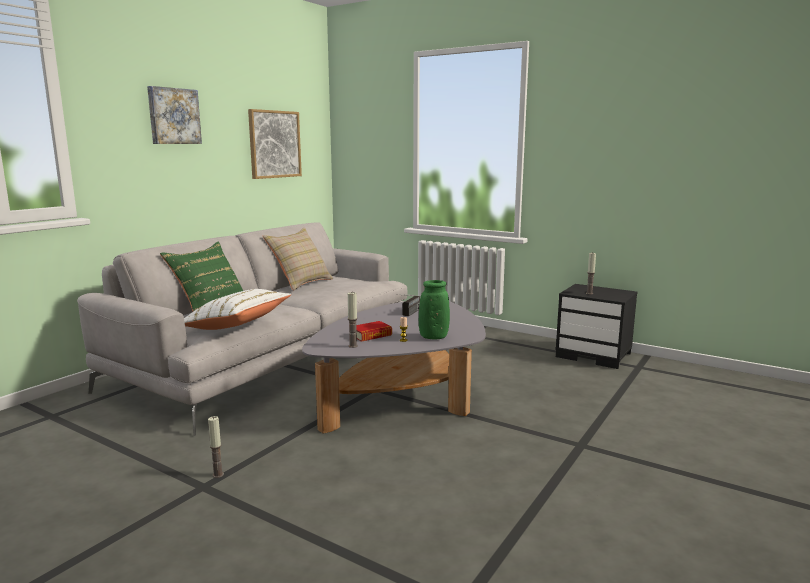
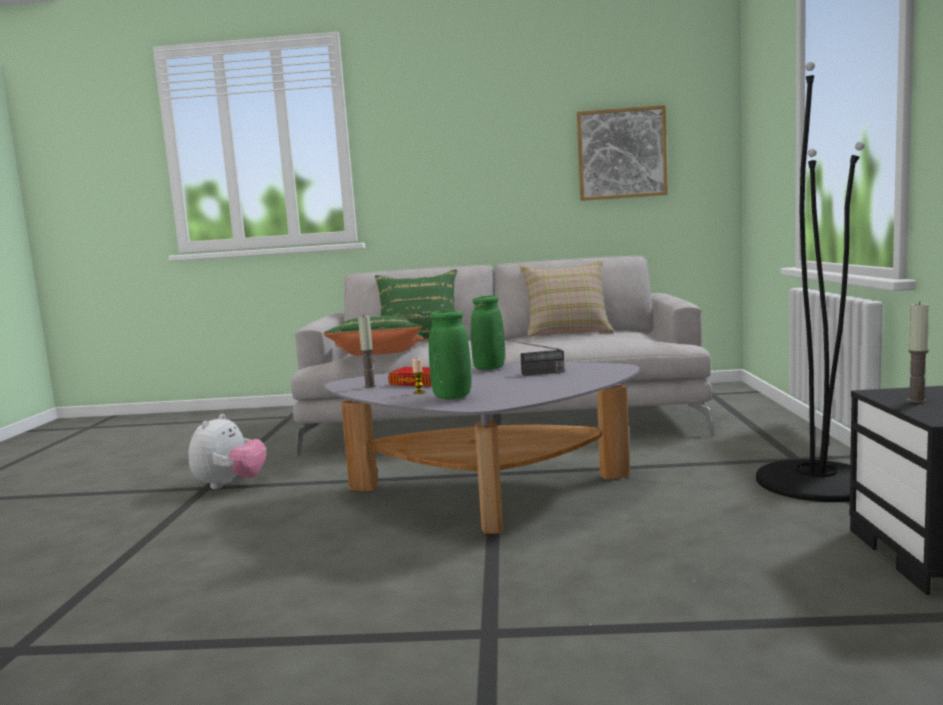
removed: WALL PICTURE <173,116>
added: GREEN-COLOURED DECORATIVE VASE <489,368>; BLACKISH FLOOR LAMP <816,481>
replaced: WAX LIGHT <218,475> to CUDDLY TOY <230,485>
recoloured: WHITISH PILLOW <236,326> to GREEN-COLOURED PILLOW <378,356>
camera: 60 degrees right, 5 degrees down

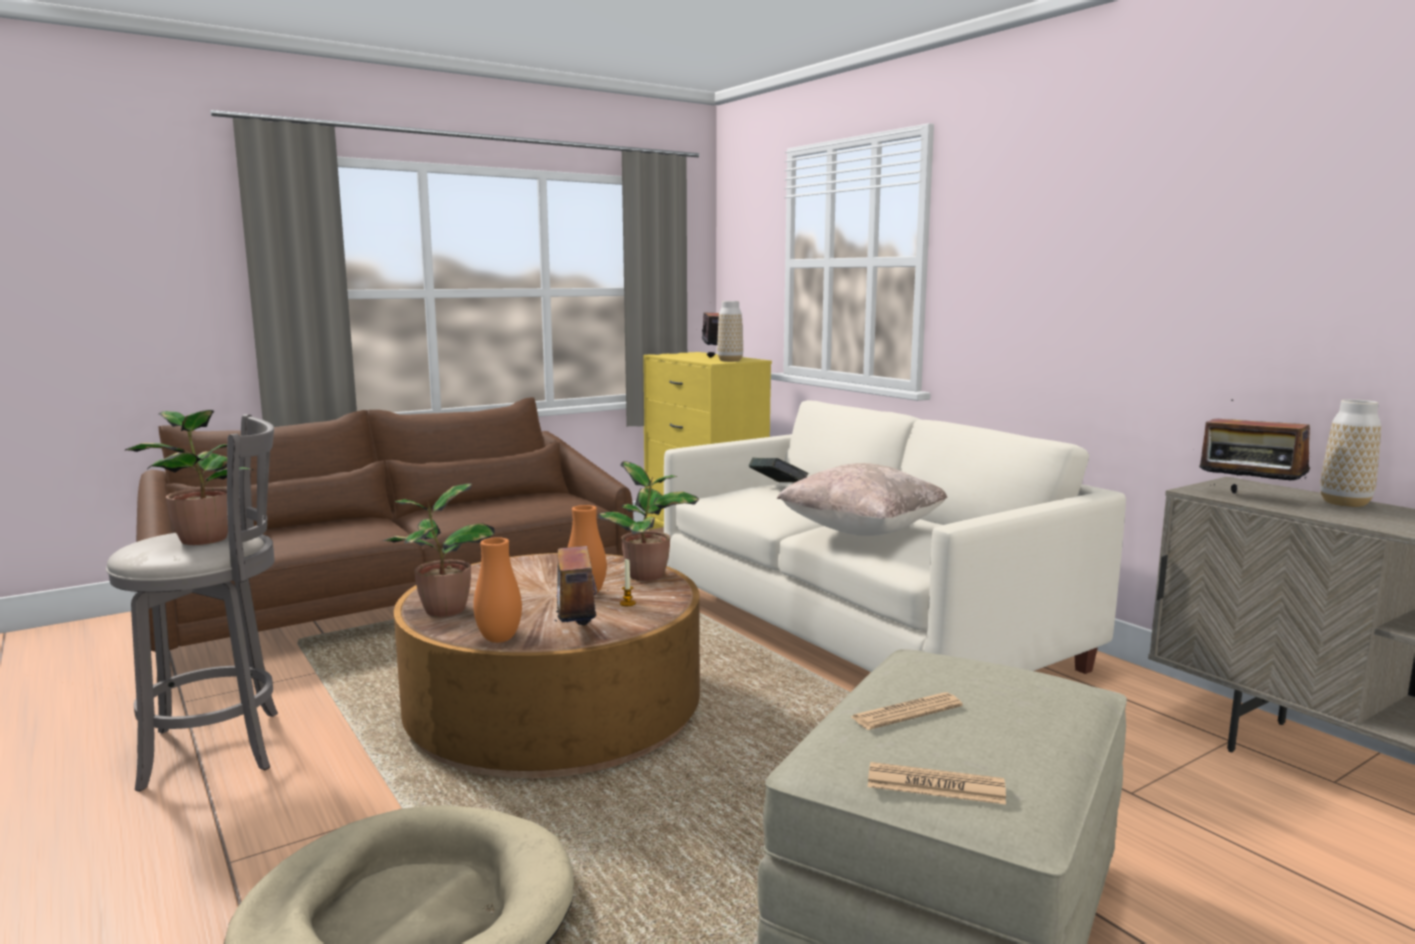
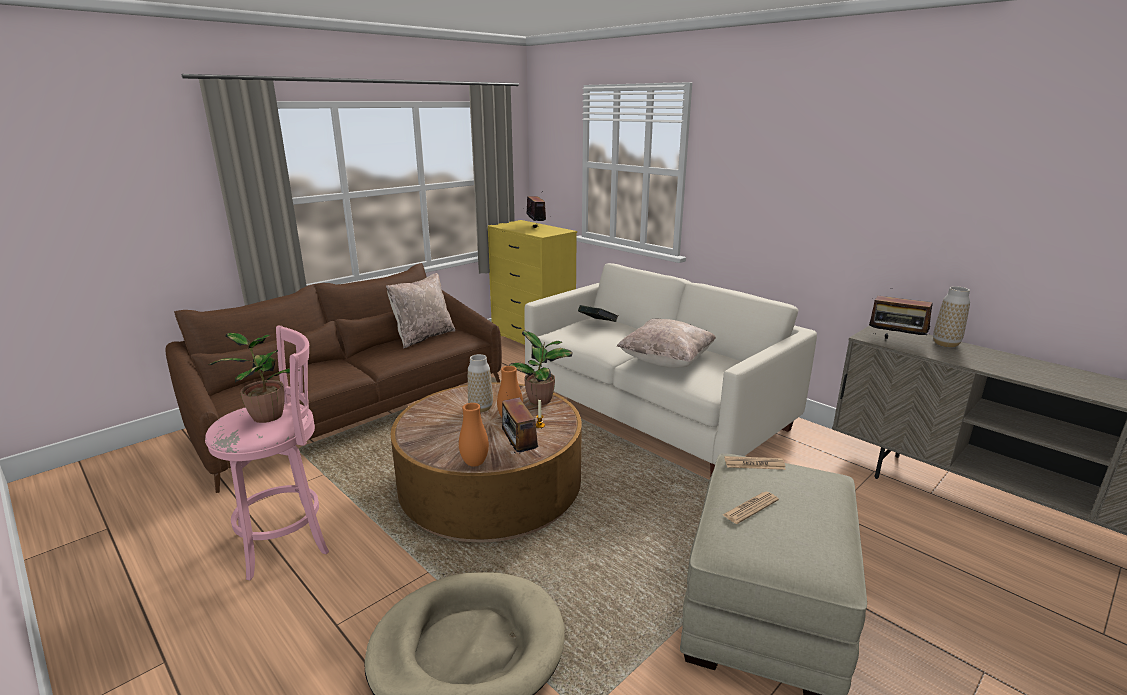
removed: HOUSEPLANT <442,610>
added: BEIGE PILLOW <423,337>
moved: DECORATIVE VASE <730,360> to <481,408>; NEWSPAPER <935,785> to <754,464>
recoloured: GRAY SITTING STOOL <222,747> to PINK SITTING STOOL <289,540>
camera: 10 degrees left, 10 degrees up

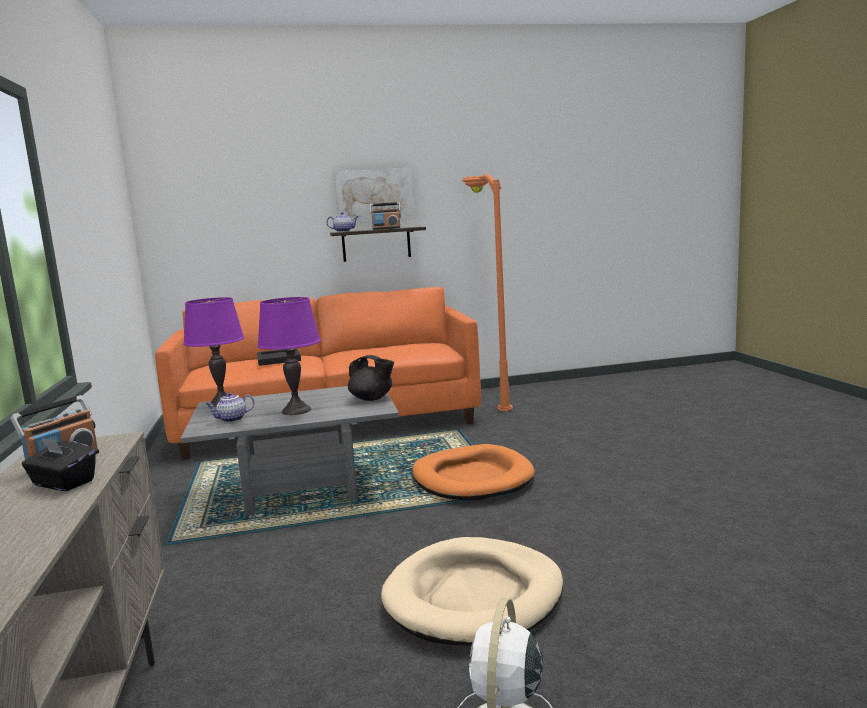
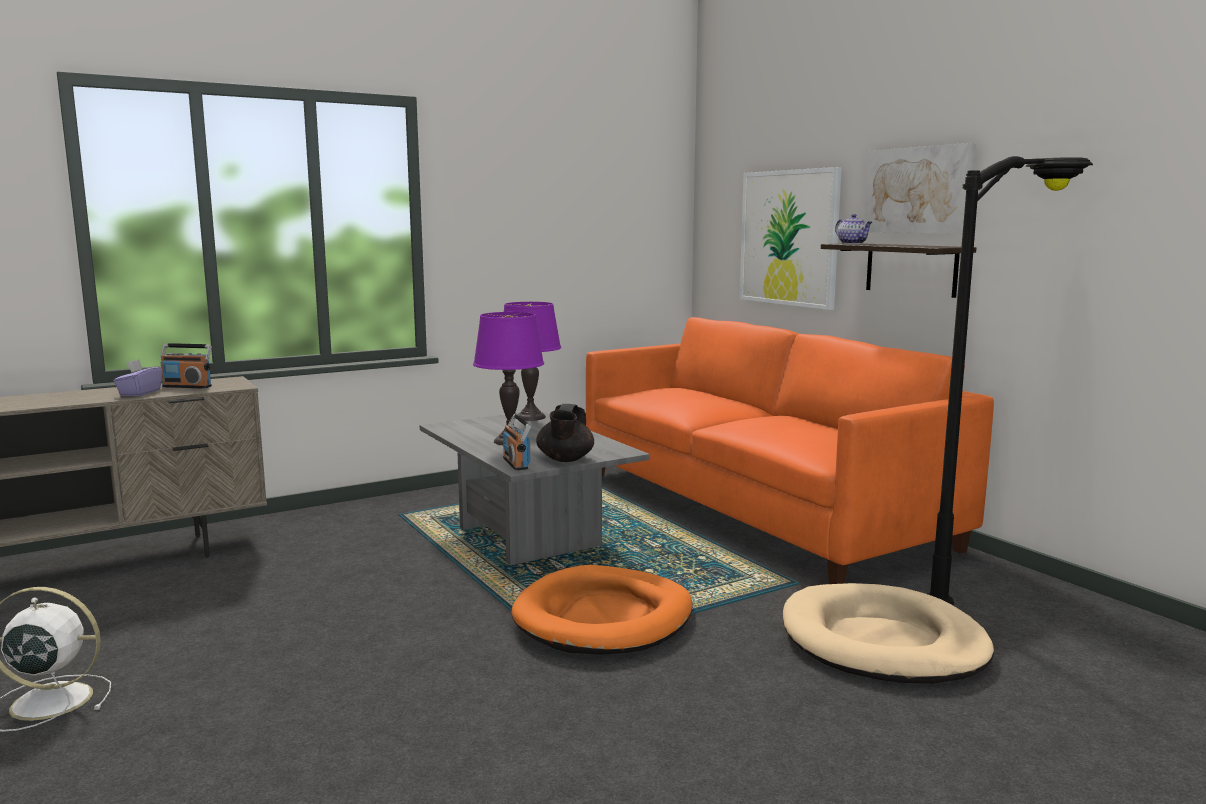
removed: TEAPOT <231,419>; BLACKISH TRAY <278,359>
added: WALL PICTURE <789,238>
moved: RADIO <386,228> to <516,463>; BEIGE PET BED <474,596> to <882,642>
recoloured: BLACKISH BOX OF TISSUES <63,483> to PURPLE-COLOURED BOX OF TISSUES <139,393>; ORANGE FLOOR LAMP <491,397> to BLACKISH FLOOR LAMP <996,585>
camera: 70 degrees right, 0 degrees up

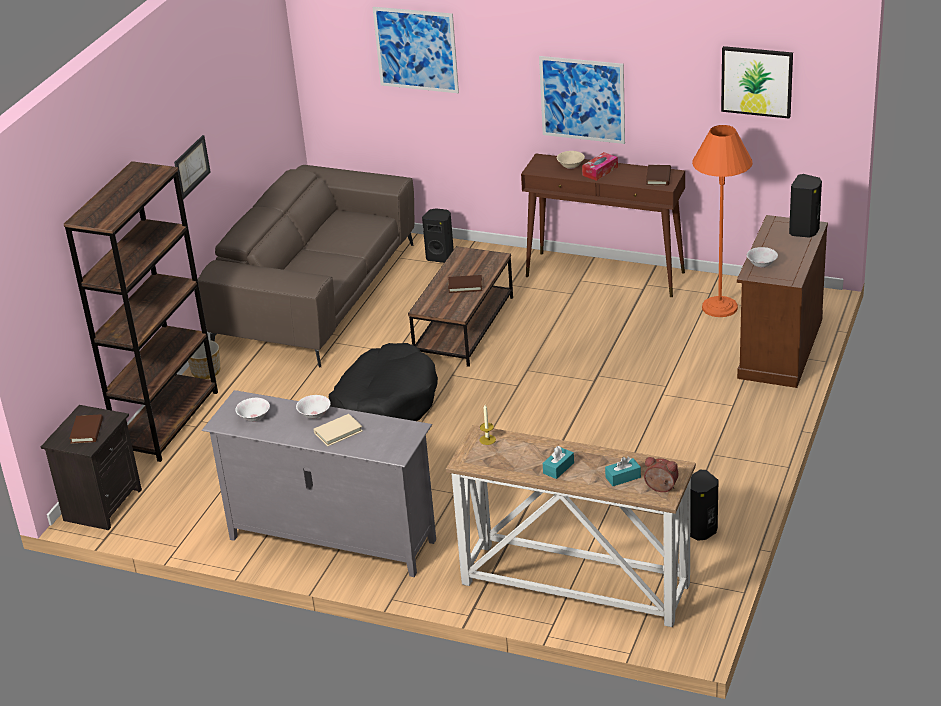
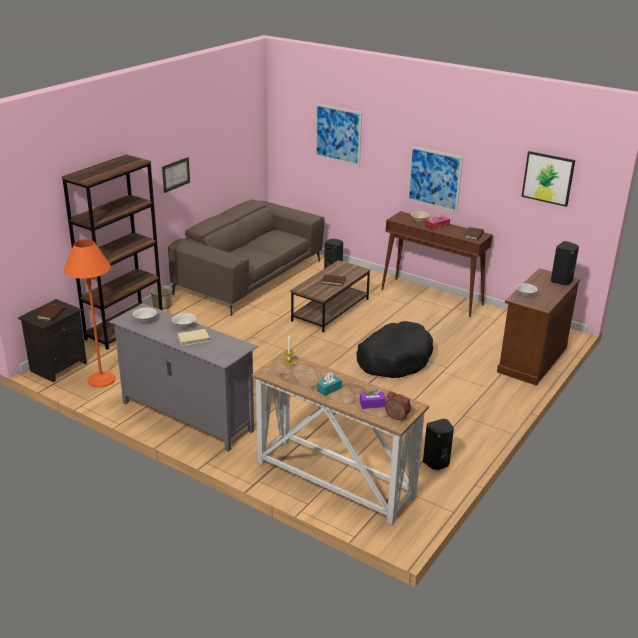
moved: BLACKISH PET BED <384,404> to <394,359>; ORANGE FLOOR LAMP <720,307> to <101,380>
recoloured: BLUE-GREEN BOX OF TISSUES <623,477> to PURPLE-COLOURED BOX OF TISSUES <372,404>
camera: 10 degrees right, 5 degrees down

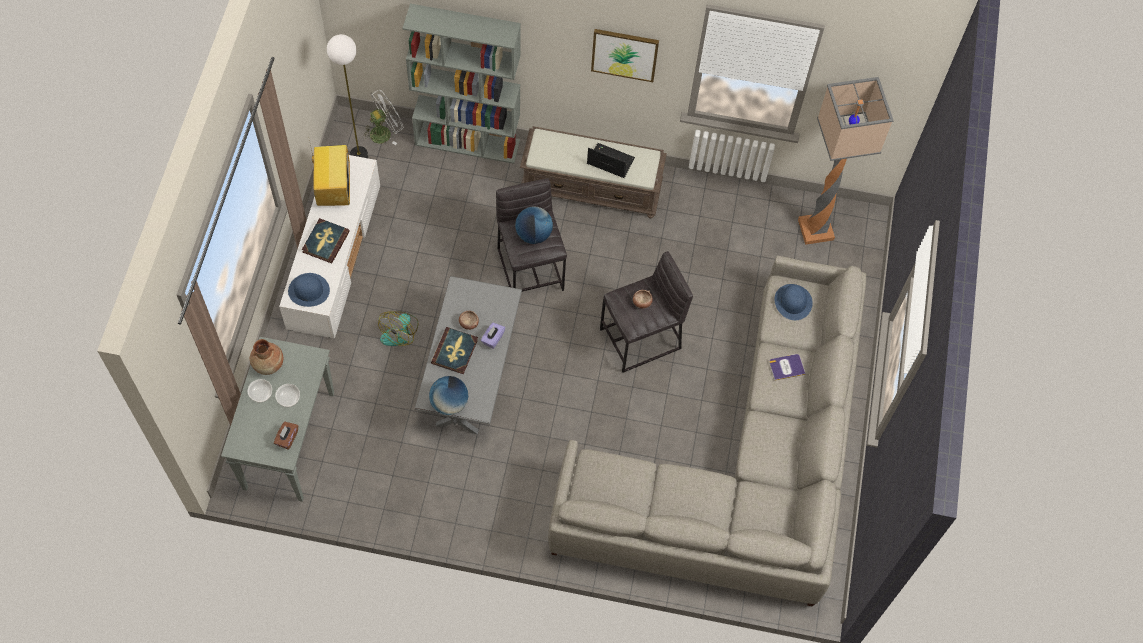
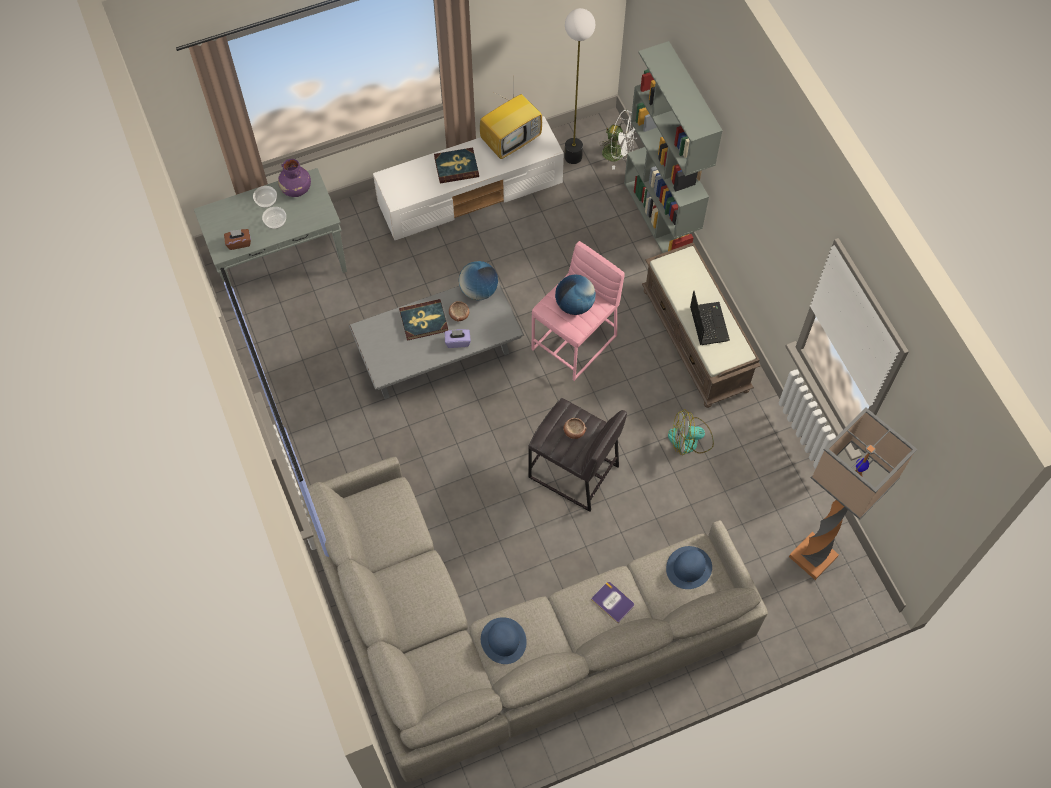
removed: WALL PICTURE <624,54>
moved: BLUISH WEARABLE HAT <309,290> to <503,640>; COOLING FAN <400,331> to <690,440>; WORLD GLOBE <449,403> to <479,290>
recoloured: BROWN DECORATIVE VASE <269,364> to PURPLE-COLOURED DECORATIVE VASE <296,189>; GRAY SITTING STOOL <531,268> to PINK SITTING STOOL <575,342>
camera: 60 degrees right, 0 degrees up

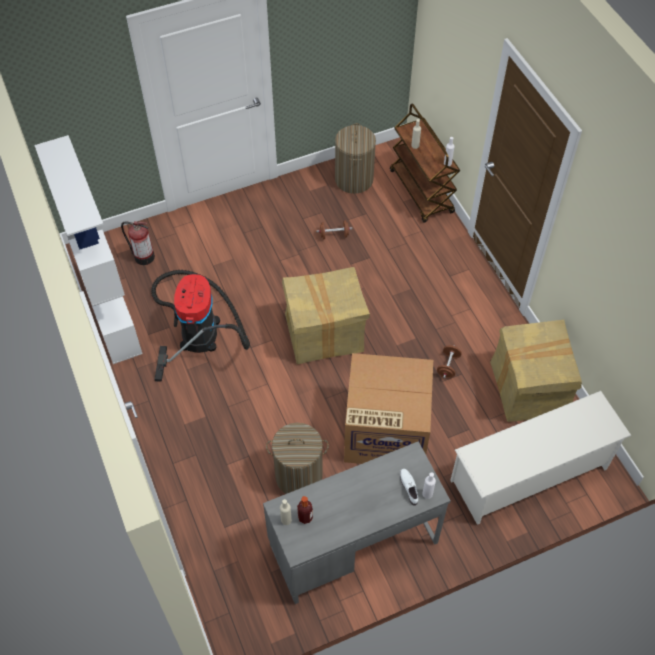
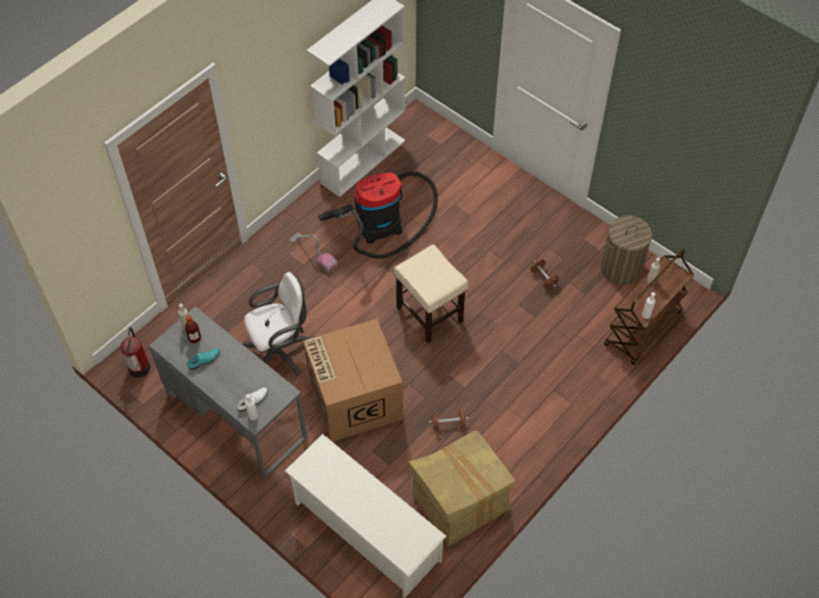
added: BLUE-GREEN SHOE <204,360>; VACUUM <313,253>
moved: FIRE-FIGHTING CYLINDER <143,256> to <139,366>
replaced: LAUNDRY BASKET <299,475> to WHITISH DESK CHAIR <280,352>; CARDBOARD BOX <325,333> to BEIGE SITTING STOOL <430,314>
camera: 65 degrees right, 0 degrees up

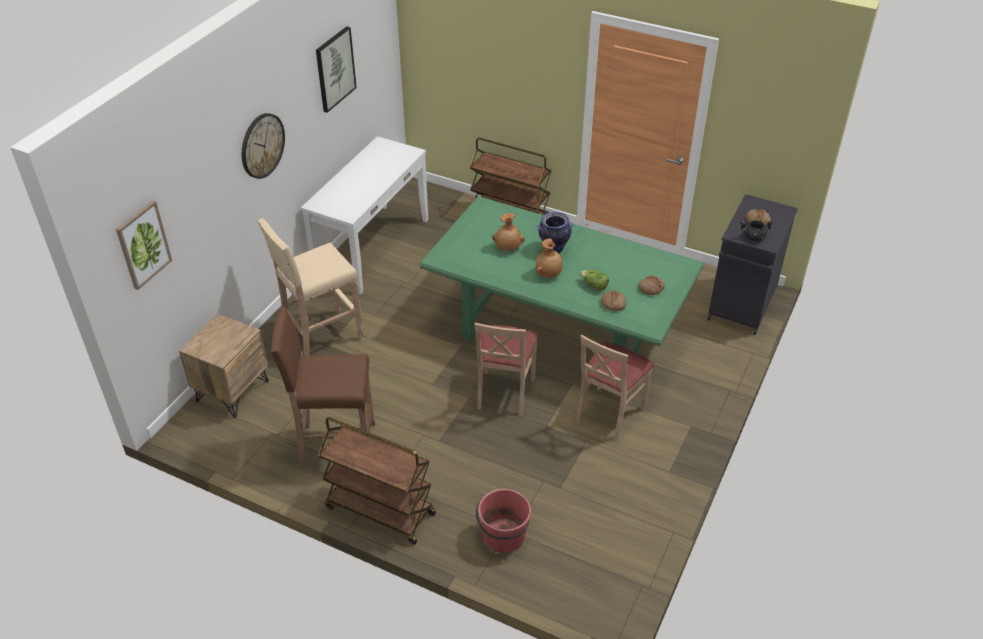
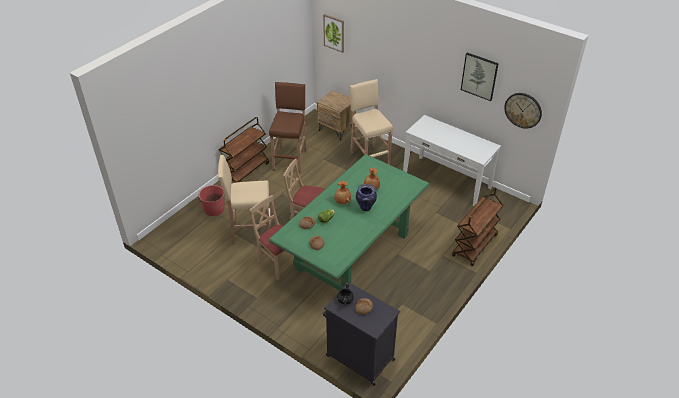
added: BEIGE SITTING STOOL <250,233>
moved: HANGING CLOCK <262,145> to <523,110>
camera: 100 degrees right, 0 degrees up

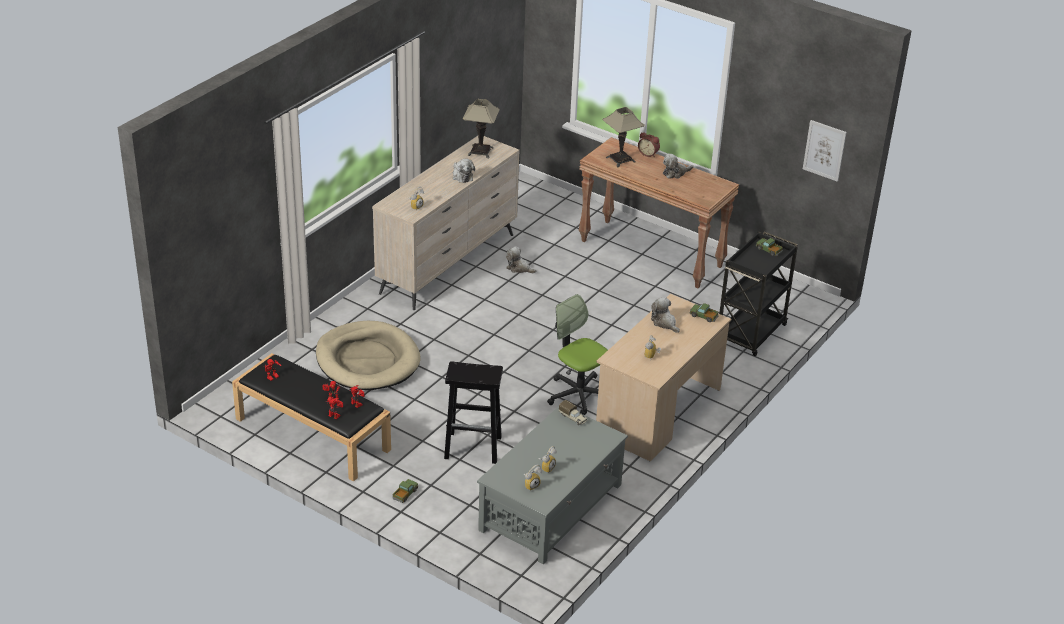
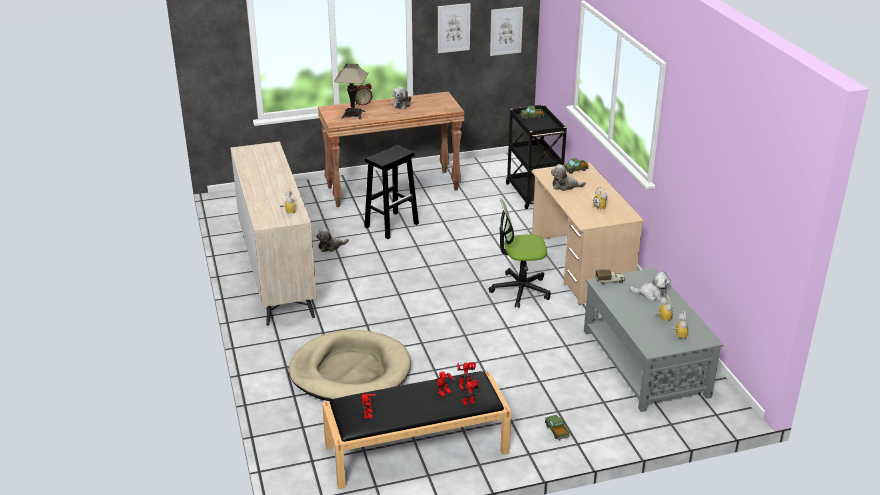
removed: TABLE LAMP <480,151>
added: WALL PICTURE <453,28>
moved: BLACKISH SITTING STOOL <474,447> to <392,225>; CUDDLY TOY <462,176> to <651,294>
camera: 50 degrees left, 5 degrees down

